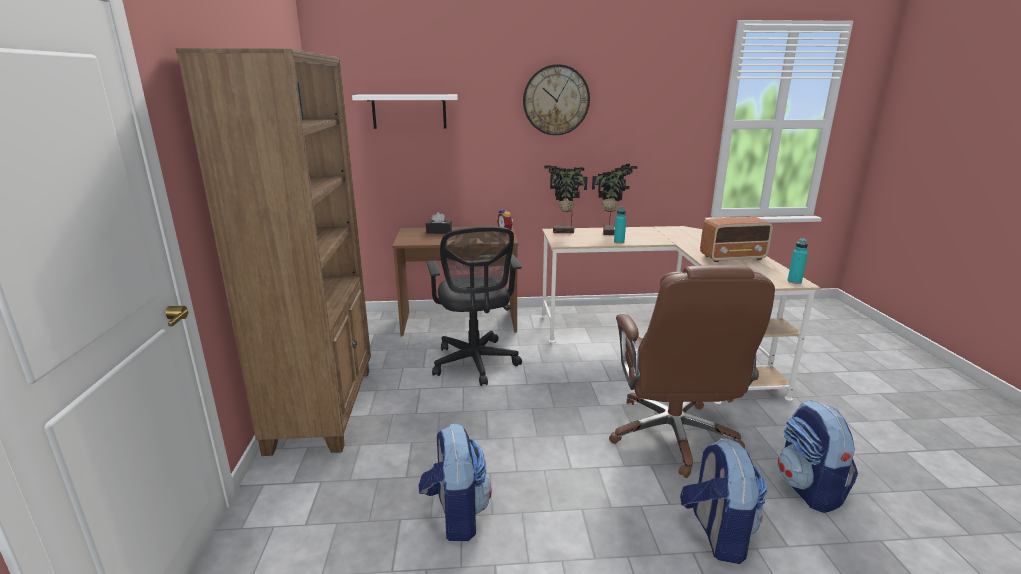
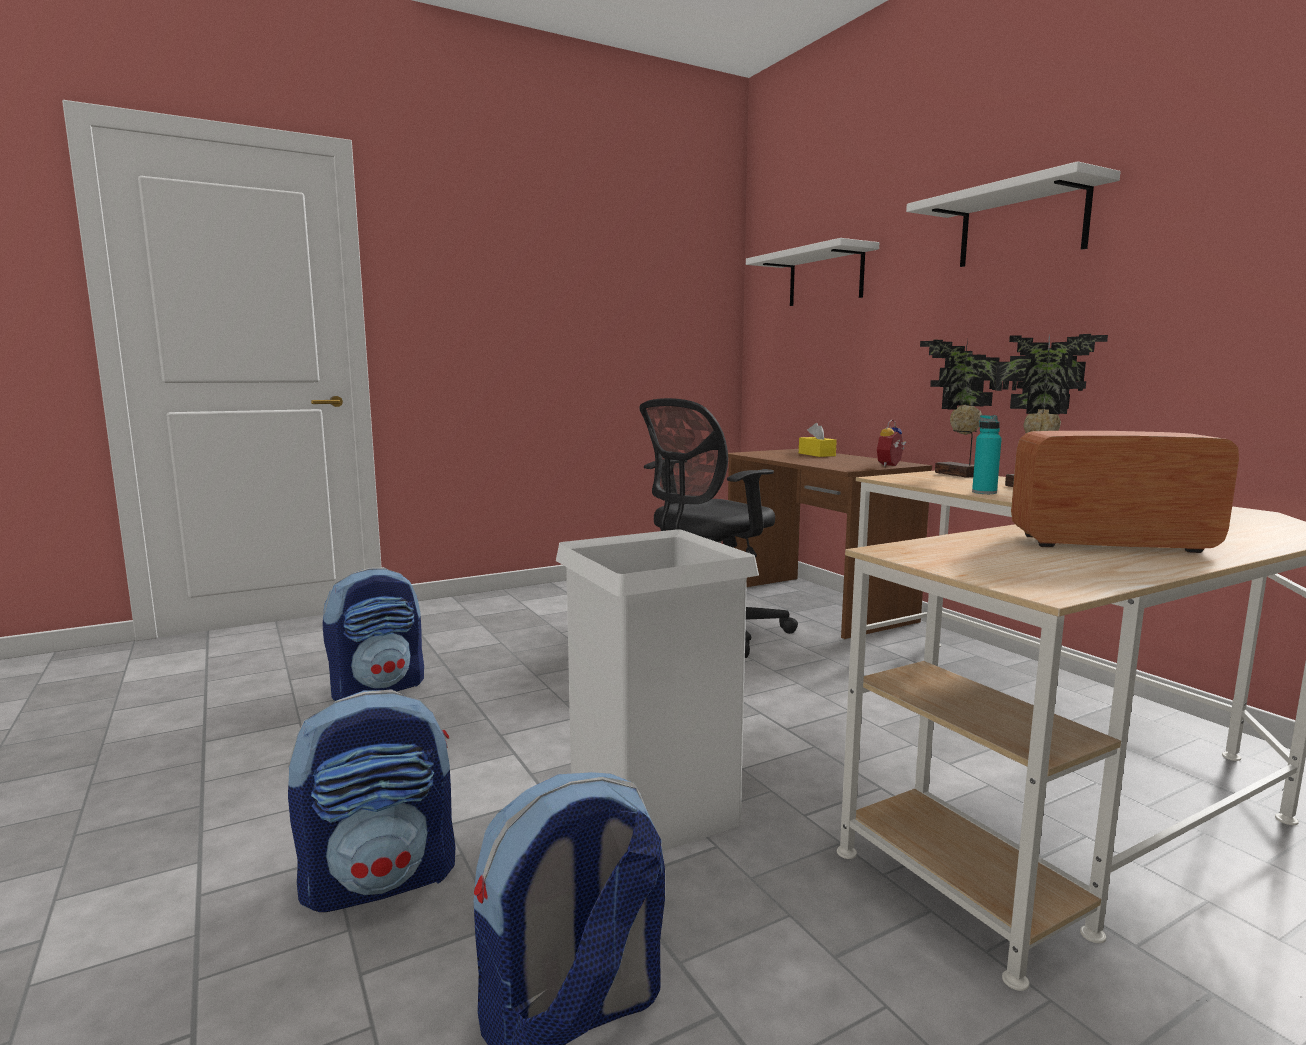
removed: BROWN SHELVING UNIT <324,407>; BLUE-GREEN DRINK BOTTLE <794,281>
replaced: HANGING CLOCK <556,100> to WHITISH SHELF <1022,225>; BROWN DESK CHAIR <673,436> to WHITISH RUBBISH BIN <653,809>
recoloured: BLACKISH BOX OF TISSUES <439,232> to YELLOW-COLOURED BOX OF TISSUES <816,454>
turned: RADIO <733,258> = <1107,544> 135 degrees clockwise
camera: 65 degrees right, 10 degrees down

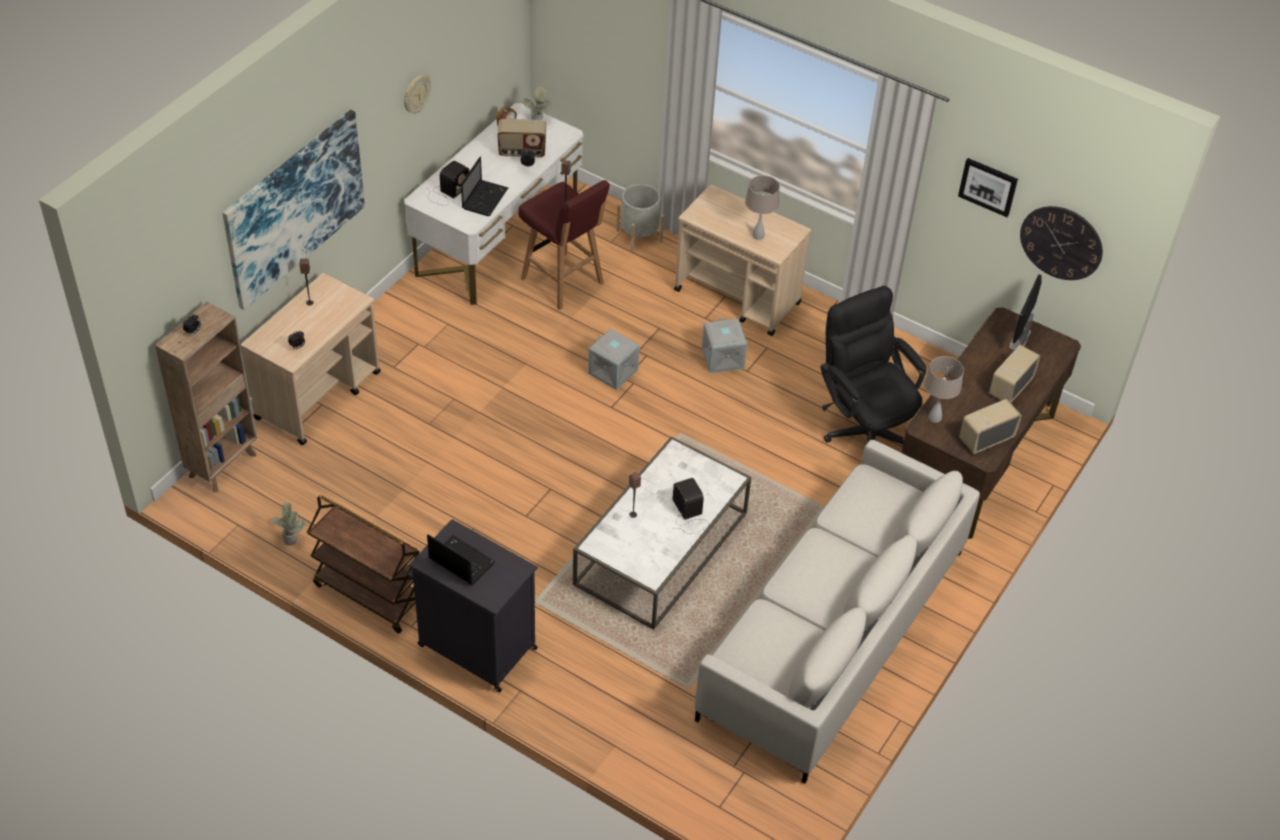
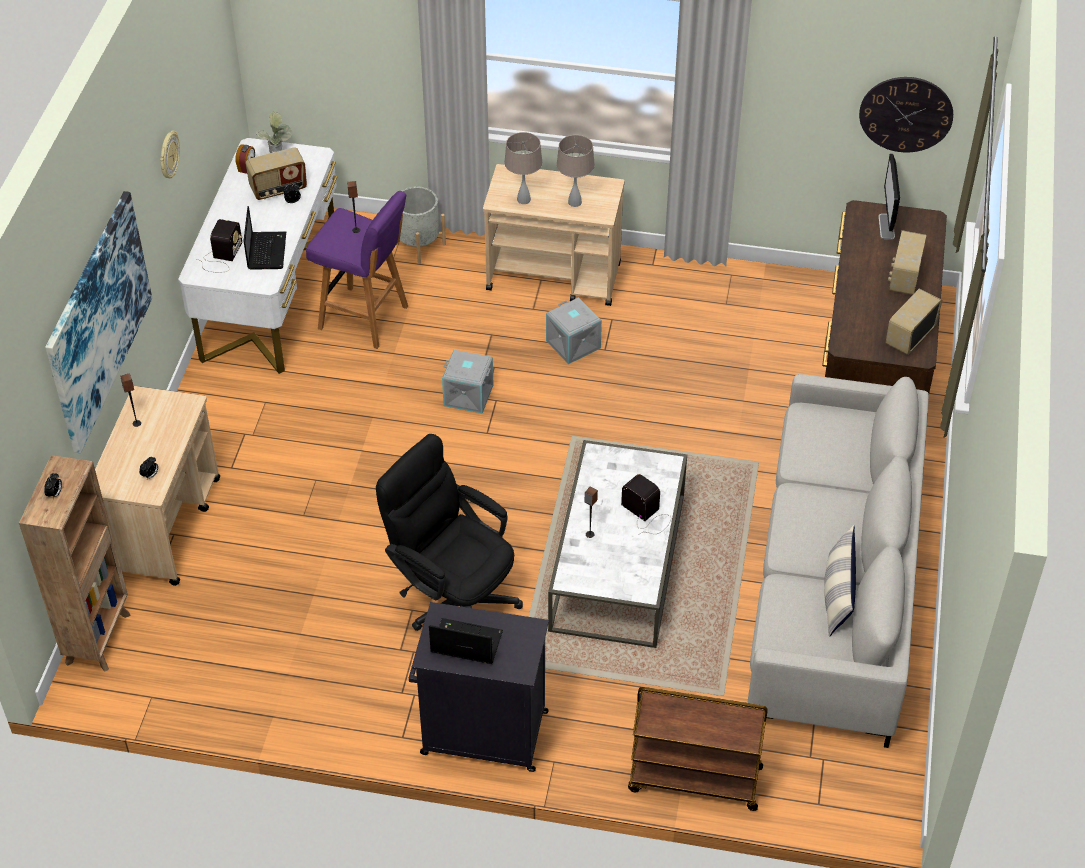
removed: HOUSEPLANT <291,537>; WALL PICTURE <988,186>
added: PILLOW <837,594>
moved: BROWN TROLLEY <369,594> to <693,779>; BLACKISH DESK CHAIR <864,428> to <453,597>; BEIGE TABLE LAMP <934,418> to <523,200>
recoloured: RED-COLOURED SITTING STOOL <563,282> to PURPLE-COLOURED SITTING STOOL <365,318>
camera: 20 degrees left, 0 degrees up

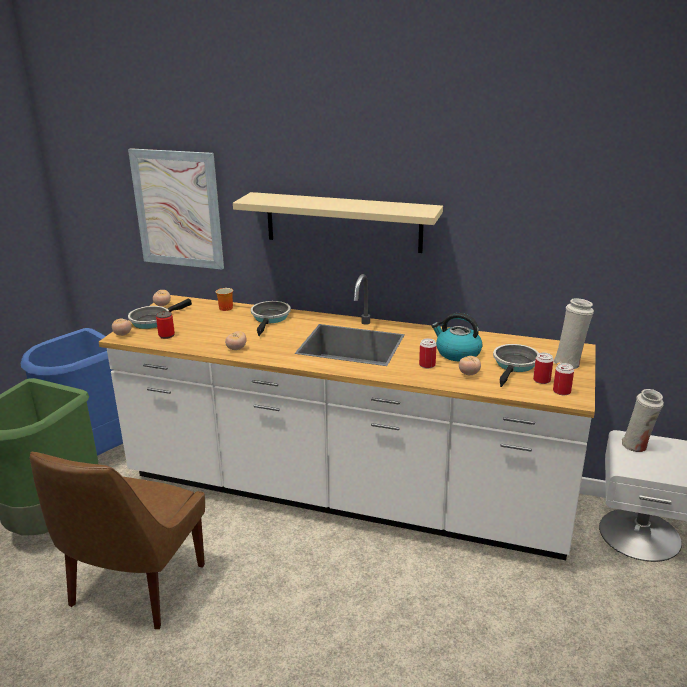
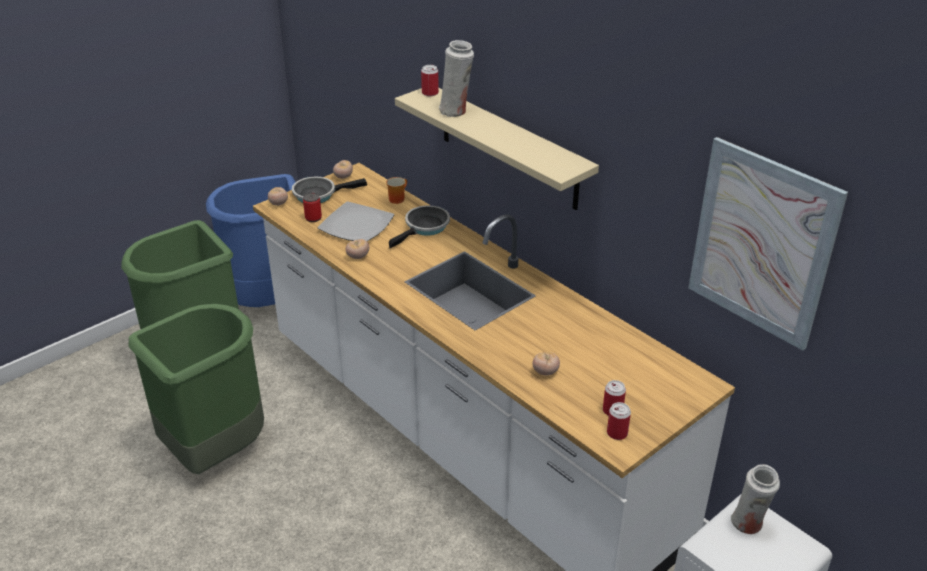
removed: TEA KETTLE <457,353>; SKILLET <515,365>
added: DINNER PLATE <356,226>
moved: WALL PICTURE <177,209> to <762,243>; SEALED CAN <427,365> to <430,93>; WHITISH DECORATIVE VASE <569,363> to <456,111>
replaced: BROWN CHAIR <135,588> to GREEN-COLOURED RUBBISH BIN <215,451>
camera: 30 degrees right, 10 degrees up

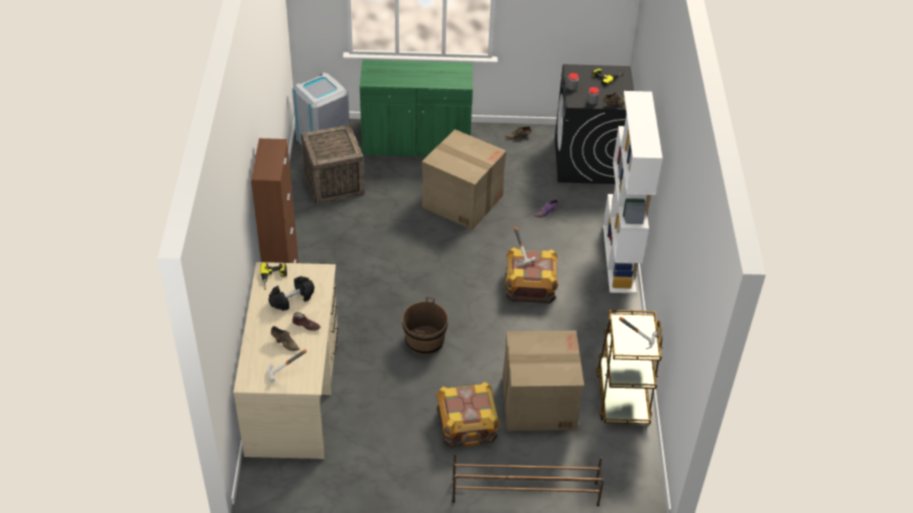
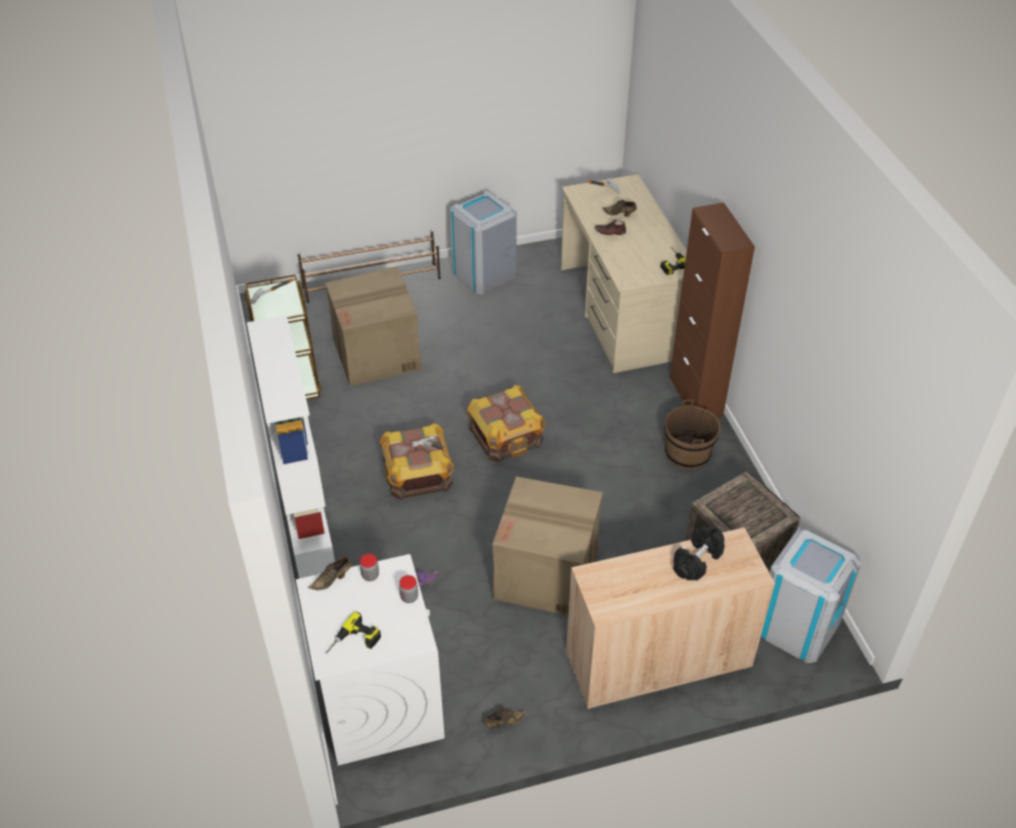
added: GRAY RUBBISH BIN <484,274>
moved: BLACKISH DUMBBELL <292,299> to <697,560>; BROWN BUCKET <424,341> to <688,453>; CRATE <466,424> to <506,435>
recoloured: GREEN-COLOURED STORAGE CABINET <416,144> to BEIGE STORAGE CABINET <658,660>; BLACKISH LAUNDRY MACHINE <588,161> to WHITISH LAUNDRY MACHINE <379,702>
camera: 165 degrees right, 0 degrees up

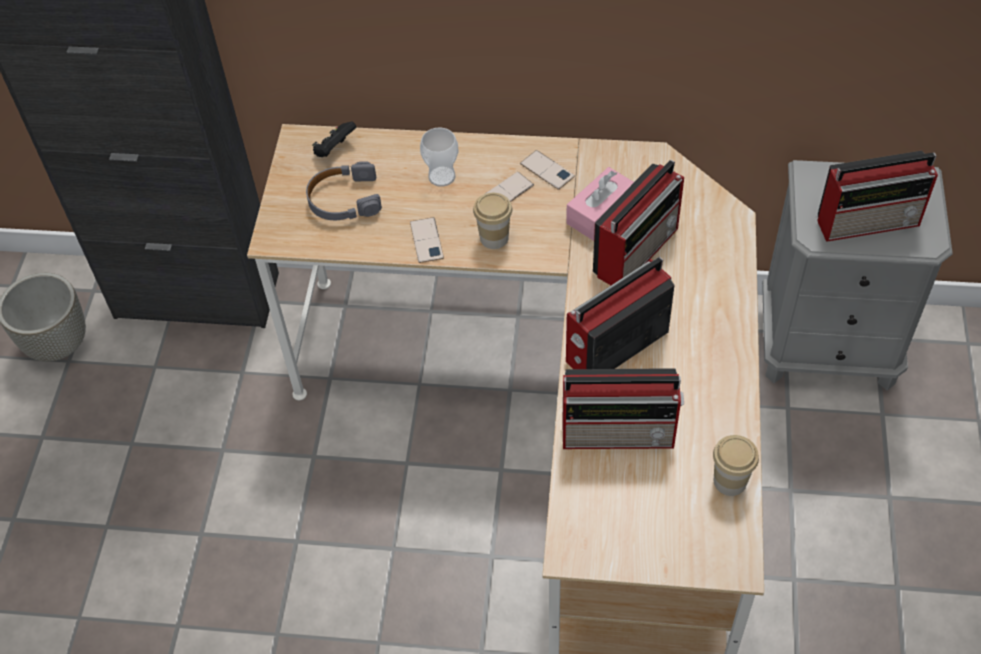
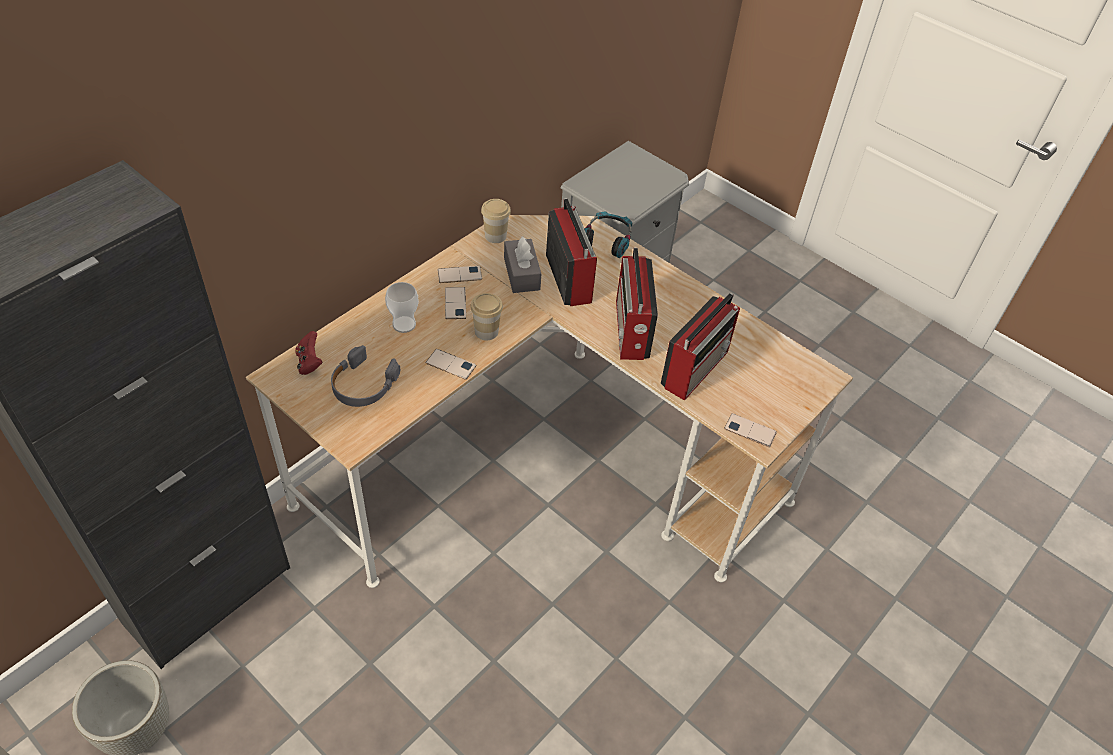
removed: RADIO <870,221>
added: HEADPHONES <607,240>; PHONE <750,430>
moved: SMALL CUP <730,481> to <495,236>
recoloured: BLACKISH GAME CONTROLLER <334,149> to RED-COLOURED GAME CONTROLLER <309,362>; PINK BOX OF TISSUES <600,213> to GRAY BOX OF TISSUES <521,274>
camera: 60 degrees left, 5 degrees down

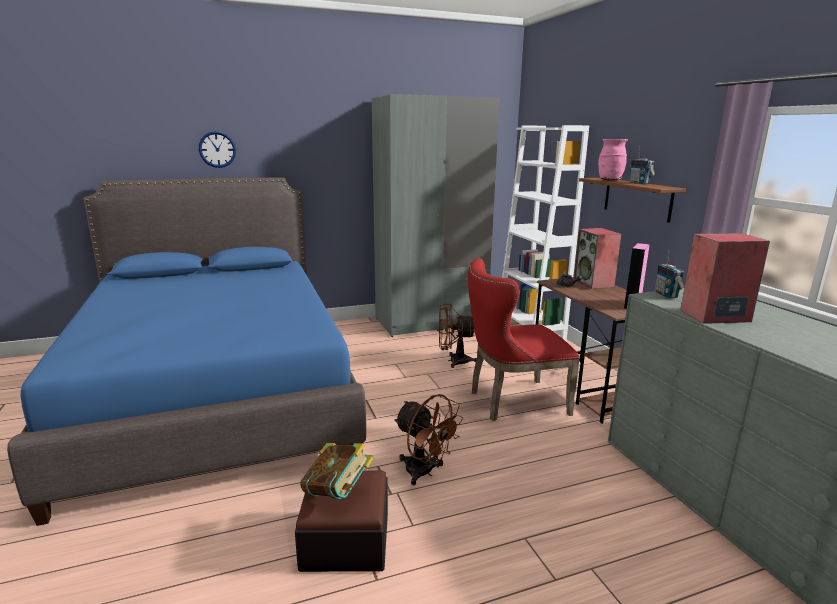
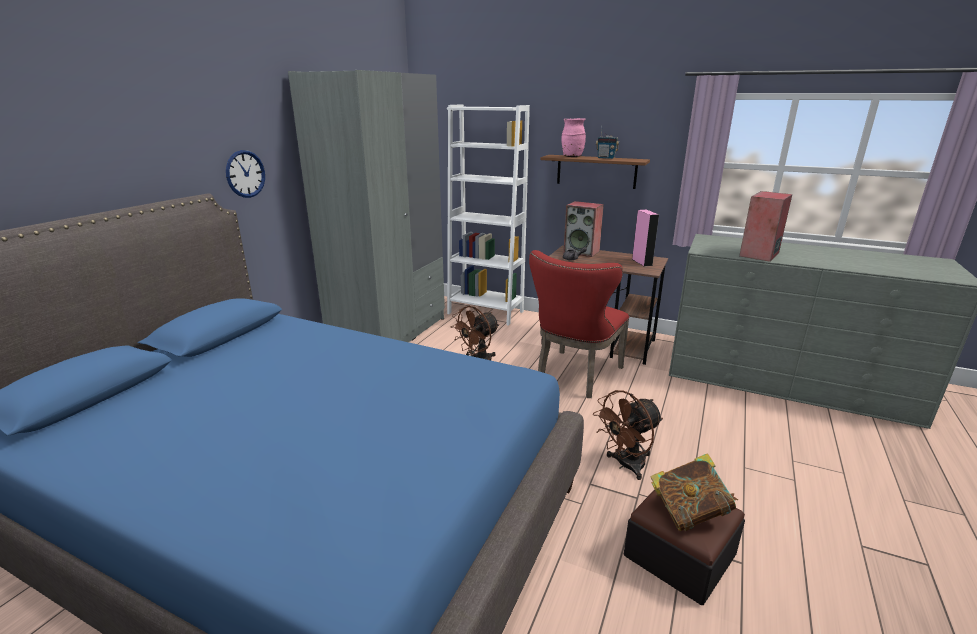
removed: RADIO <666,295>
moved: HANGING CLOCK <217,149> to <245,174>
turned: BROWN COOLING FAN <425,472> = <625,465> 150 degrees clockwise
camera: 45 degrees left, 5 degrees up

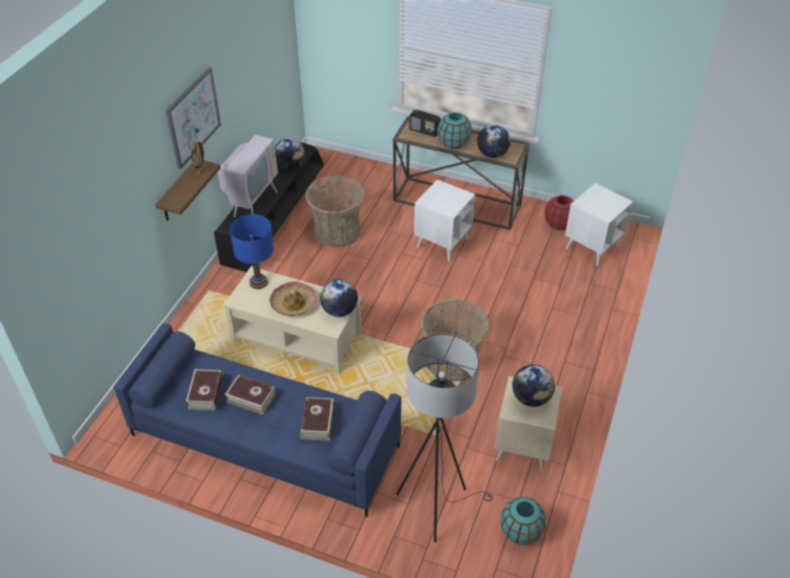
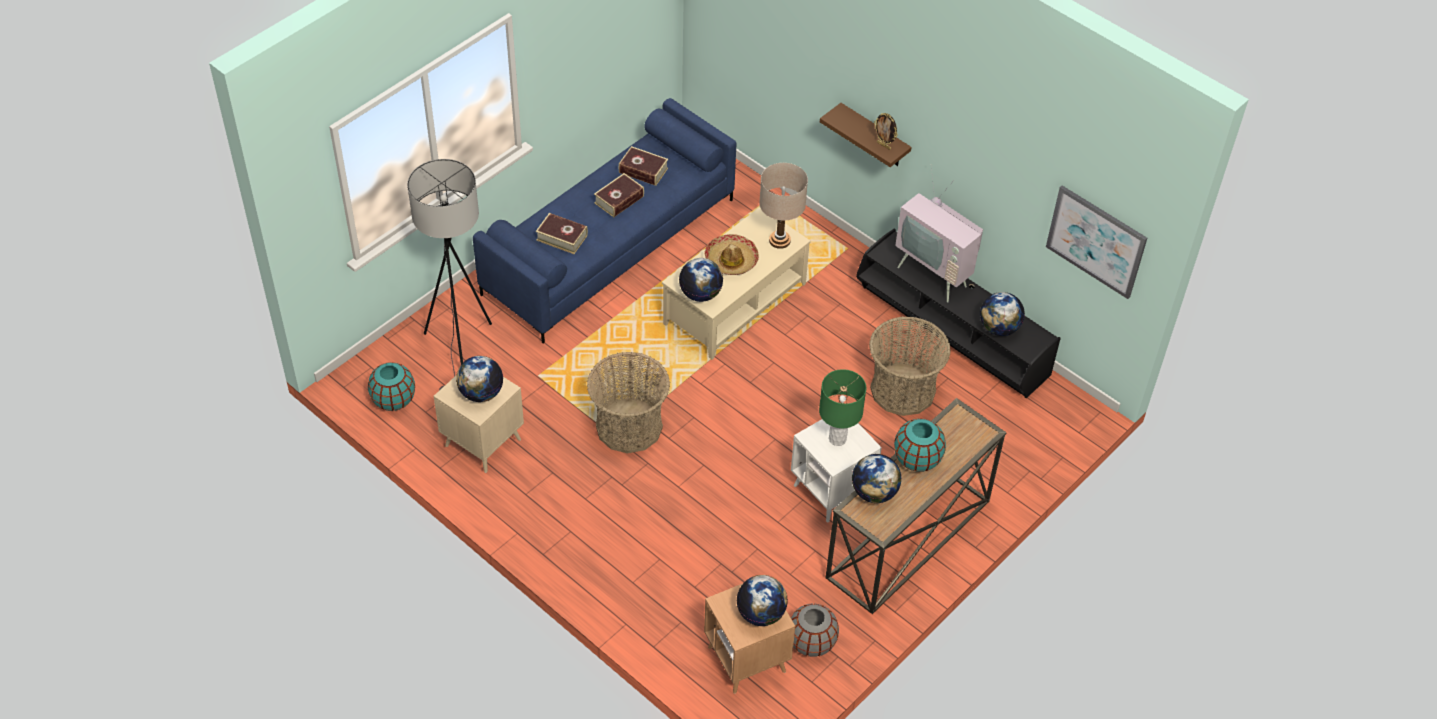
removed: RADIO <424,131>
added: WORLD GLOBE <761,614>; GREEN-COLOURED TABLE LAMP <837,438>
moved: WALL PICTURE <193,117> to <1096,241>
recoloured: BLUISH TABLE LAMP <258,282> to BEIGE TABLE LAMP <779,240>; RED-COLOURED DECORATIVE VASE <559,224> to GRAY DECORATIVE VASE <811,642>; WHITISH END TABLE <592,247> to BROWN END TABLE <746,659>
camera: 110 degrees right, 5 degrees up

